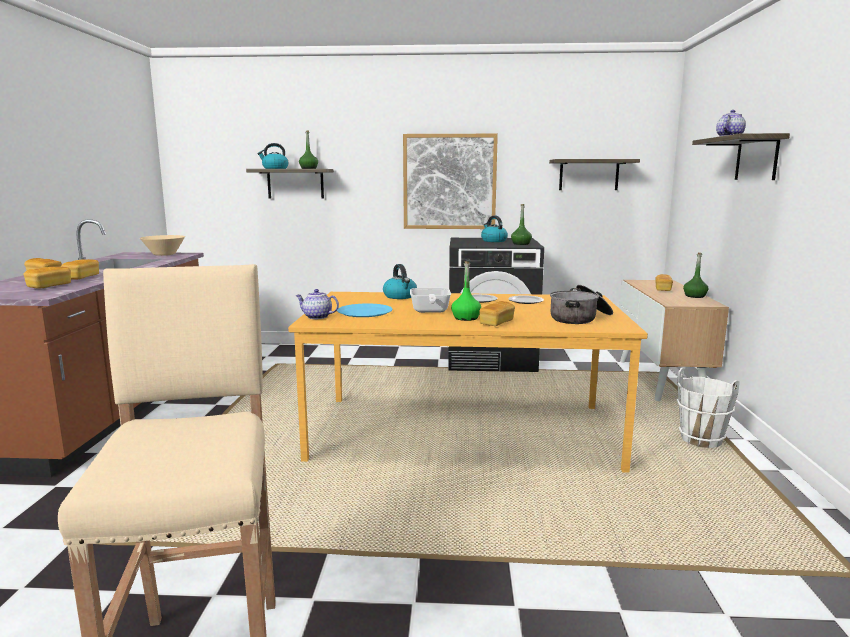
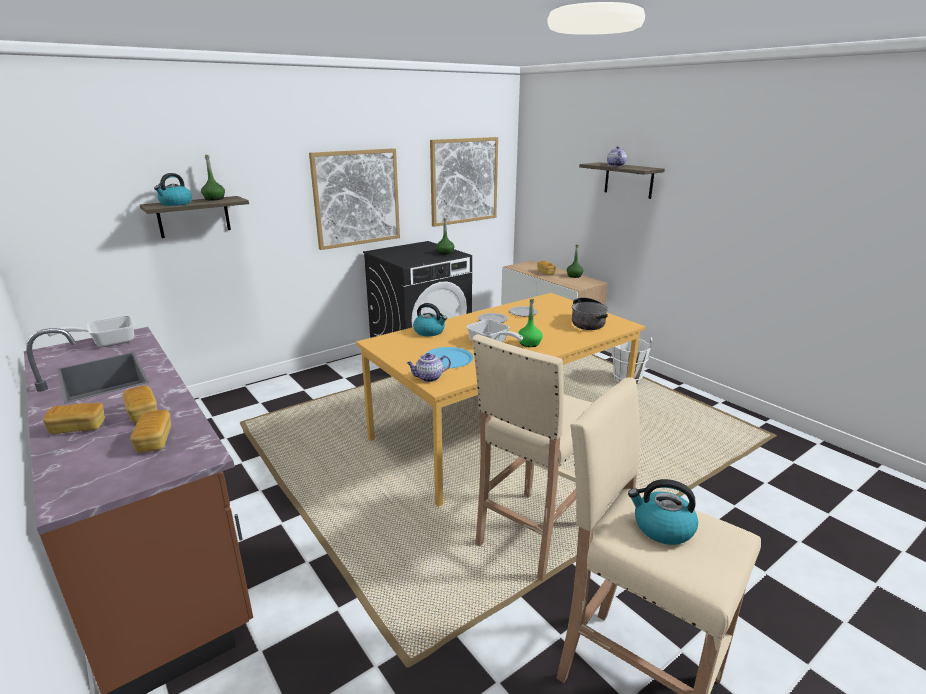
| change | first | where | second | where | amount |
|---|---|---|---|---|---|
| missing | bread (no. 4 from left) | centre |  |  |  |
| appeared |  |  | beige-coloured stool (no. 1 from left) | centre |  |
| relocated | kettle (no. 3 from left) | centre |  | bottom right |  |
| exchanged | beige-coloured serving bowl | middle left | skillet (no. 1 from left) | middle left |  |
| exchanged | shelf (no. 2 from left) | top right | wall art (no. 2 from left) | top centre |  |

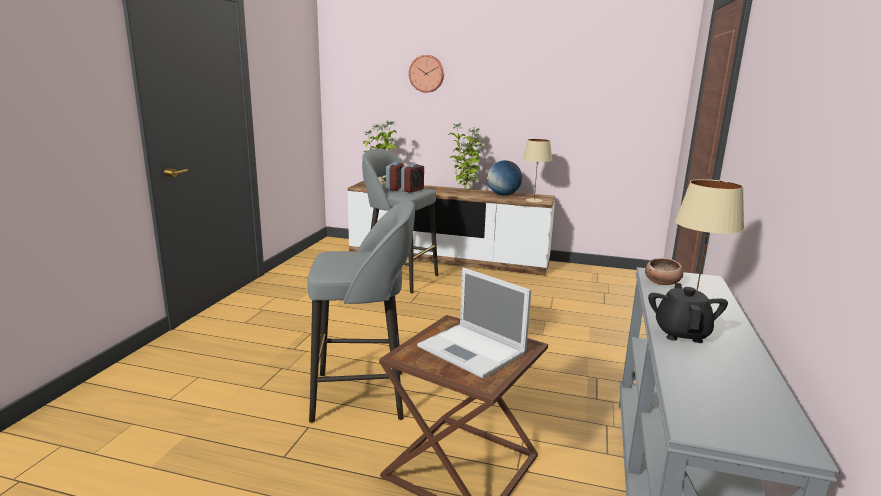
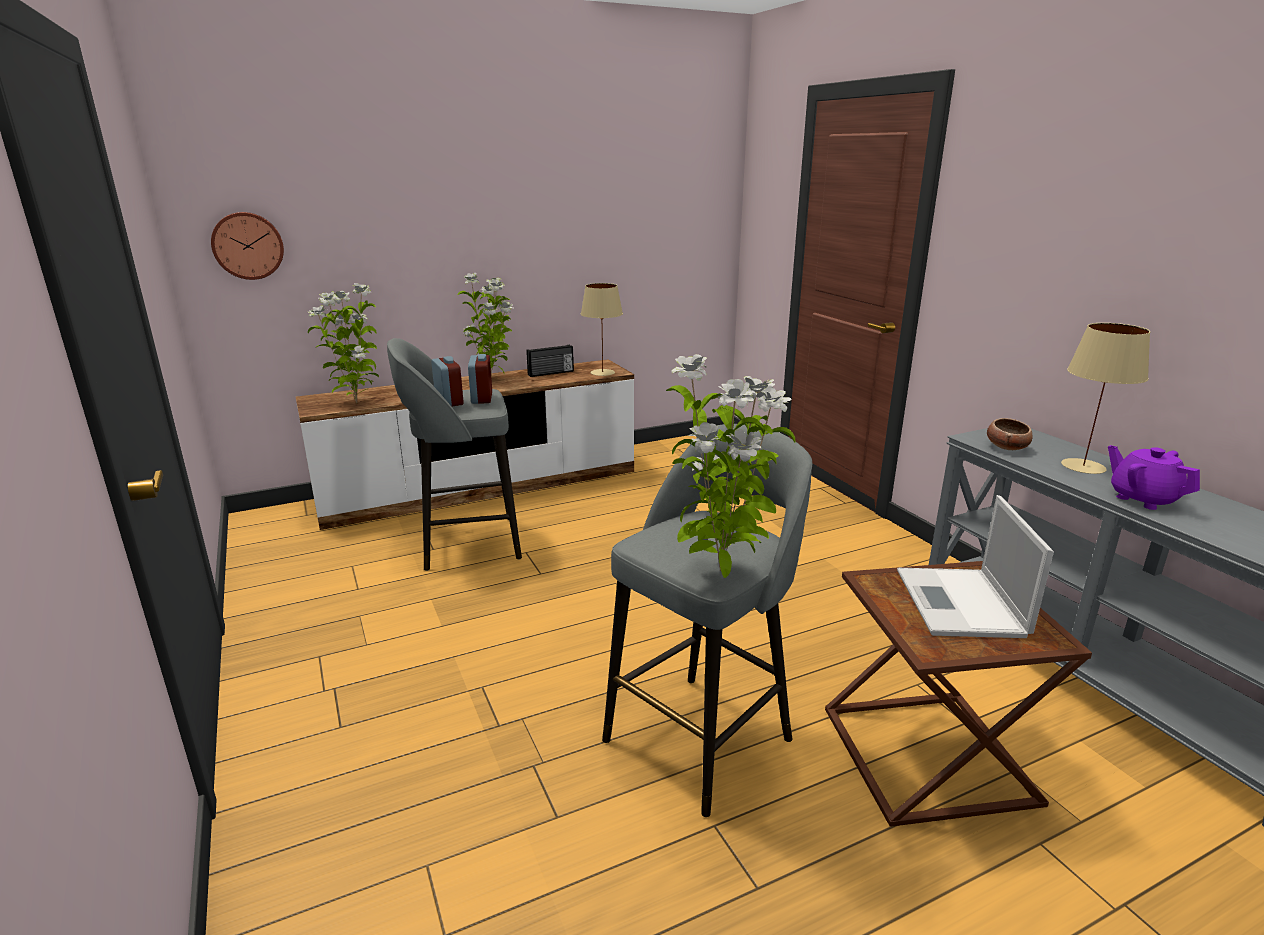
| change | first | where | second | where | amount |
|---|---|---|---|---|---|
| appeared |  |  | plant in a pot (no. 3 from left) | centre |  |
| relocated | wall clock | top centre |  | top left |  |
| exchanged | globe | centre | radio | centre |  |
| colour | black-coloured tea pot | middle right | purple tea pot | middle right |  |
| spun | notebook computer | centre |  | middle right | 90 degrees clockwise |

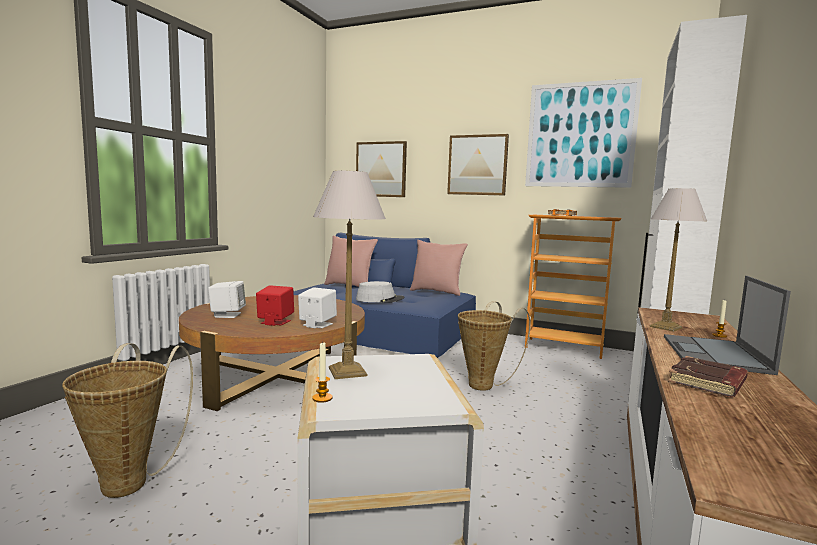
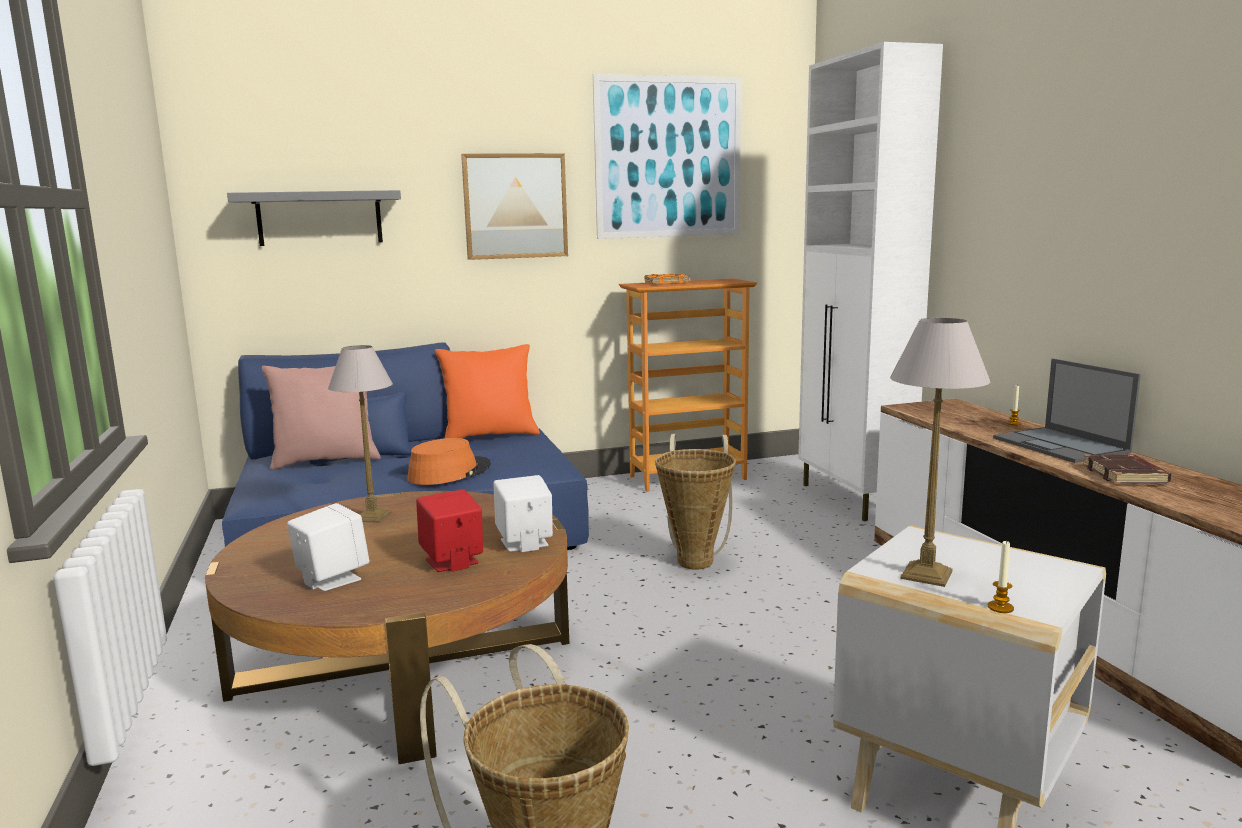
| change | first | where | second | where | amount |
|---|---|---|---|---|---|
| relocated | table lamp (no. 2 from left in the first image) | middle right | table lamp (no. 1 from left) | middle left |  |
| exchanged | wall art (no. 1 from left) | top centre | grey shelf | top left |  |
| colour | grey wearable hat | centre | orangey wearable hat | centre |  |
| colour | pink-coloured throw pillow (no. 2 from left) | centre | orangey throw pillow | centre |  |

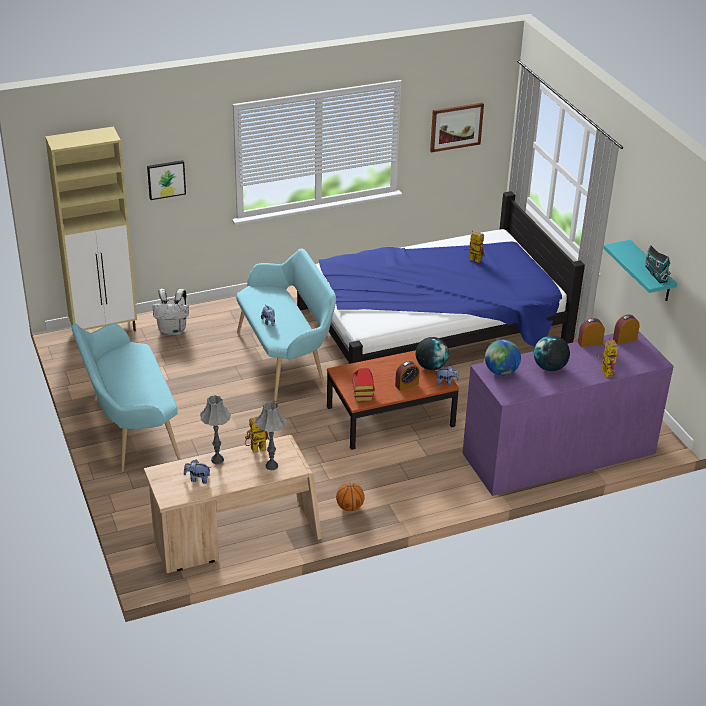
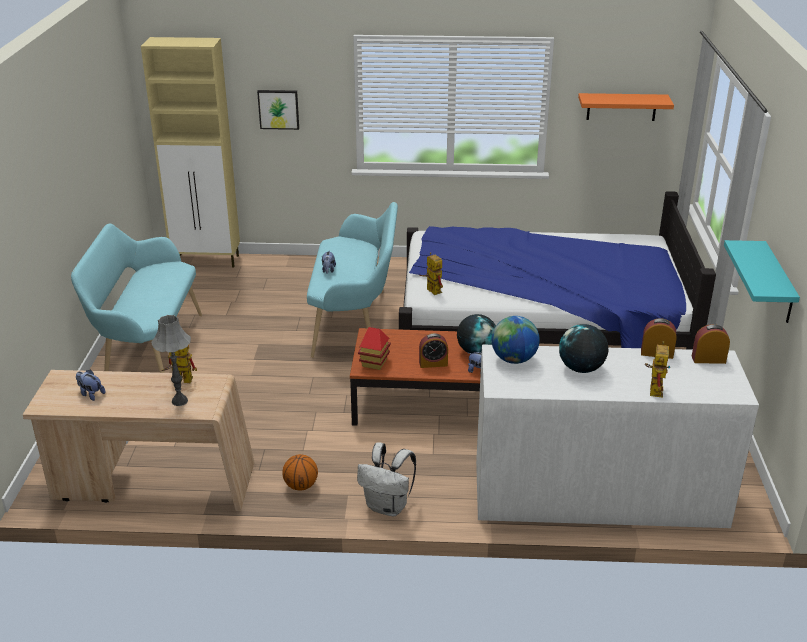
| change | first | where | second | where | amount |
|---|---|---|---|---|---|
| missing | grey table lamp (no. 1 from left) | middle left |  |  |  |
| missing | miniature house (no. 2 from left) | middle right |  |  |  |
| relocated | white-coloured knapsack | middle left |  | bottom centre |  |
| relocated | model robot (no. 2 from left) | middle right |  | centre |  |
| exchanged | wall art (no. 2 from left) | top centre | orangey shelf | top right |  |
| colour | purple chest of drawers | middle right | white-coloured chest of drawers | bottom right |  |

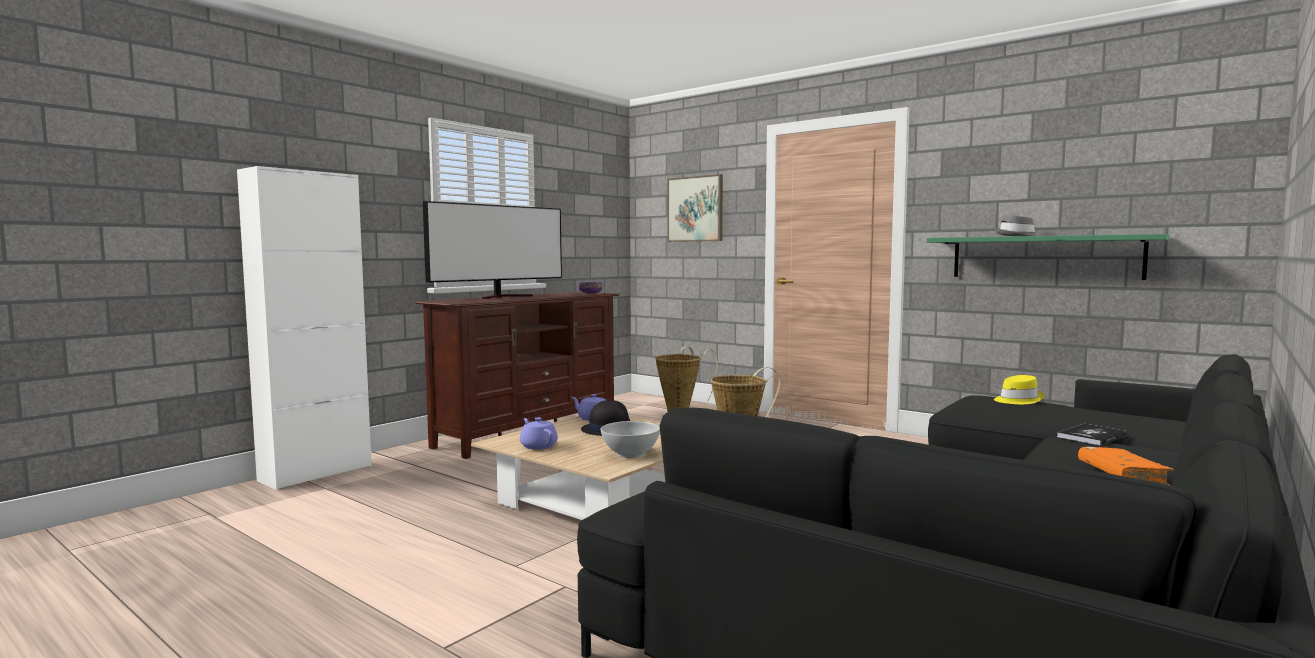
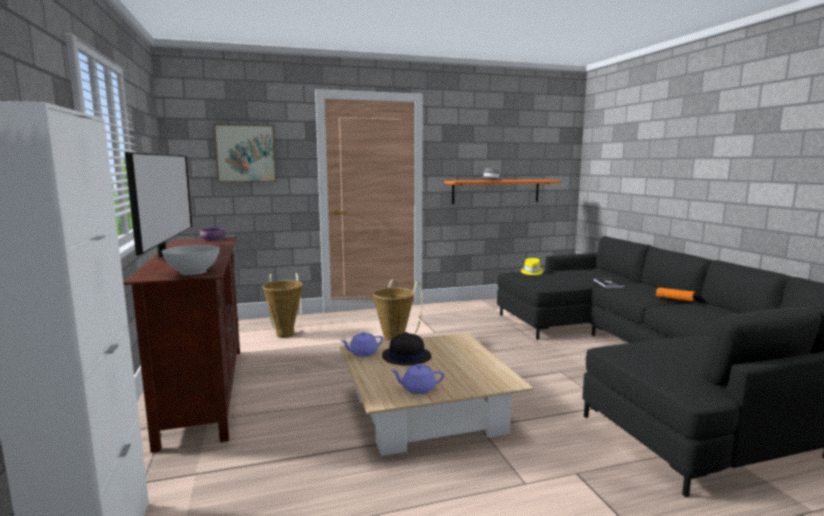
| change | first | where | second | where | amount |
|---|---|---|---|---|---|
| relocated | white-coloured serving bowl | bottom centre |  | middle left |  |
| colour | green-coloured shelf | middle right | orangey shelf | centre |  |

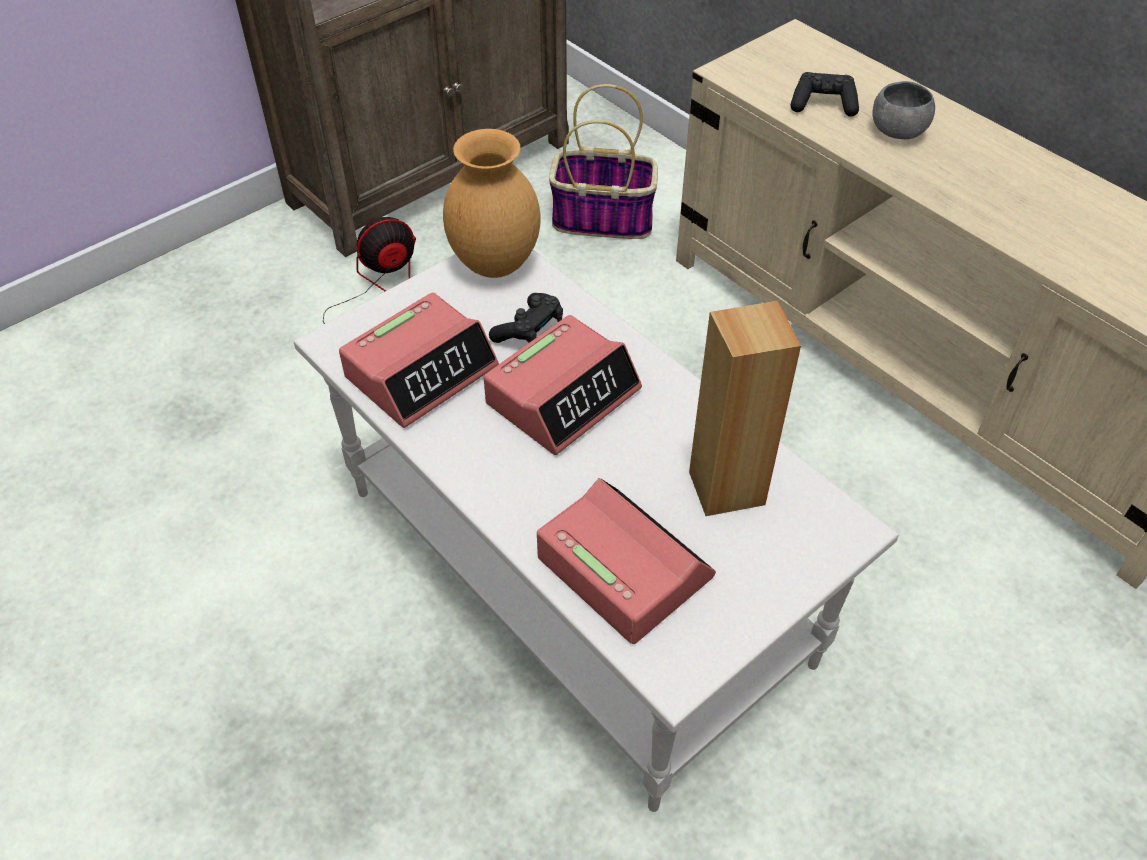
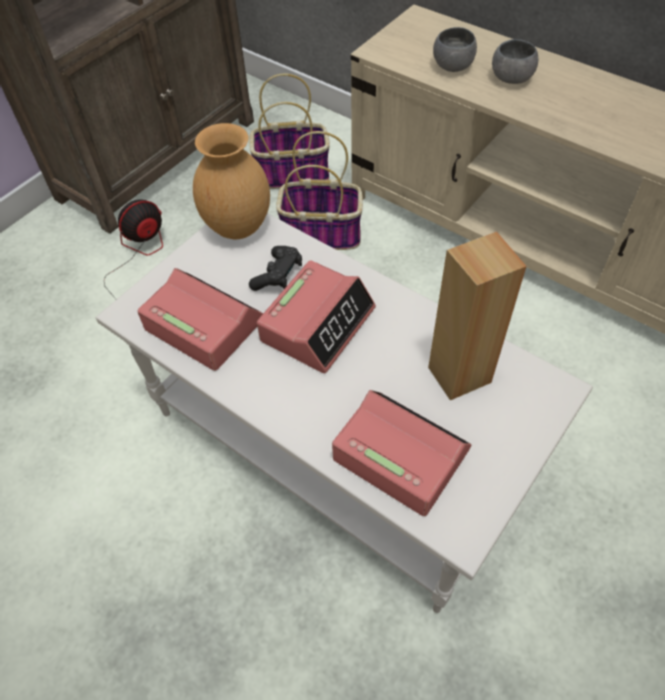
| change | first | where | second | where | amount |
|---|---|---|---|---|---|
| appeared |  |  | storage basket (no. 2 from left) | top centre |  |
| exchanged | black-coloured gamepad (no. 2 from left) | top right | grey serving bowl (no. 1 from left) | top right |  |
| spun | table clock (no. 1 from left) | centre |  | middle left | 90 degrees counterclockwise |

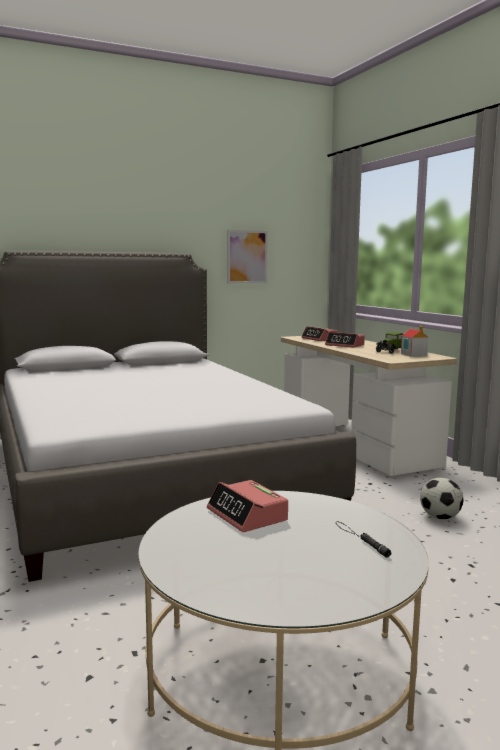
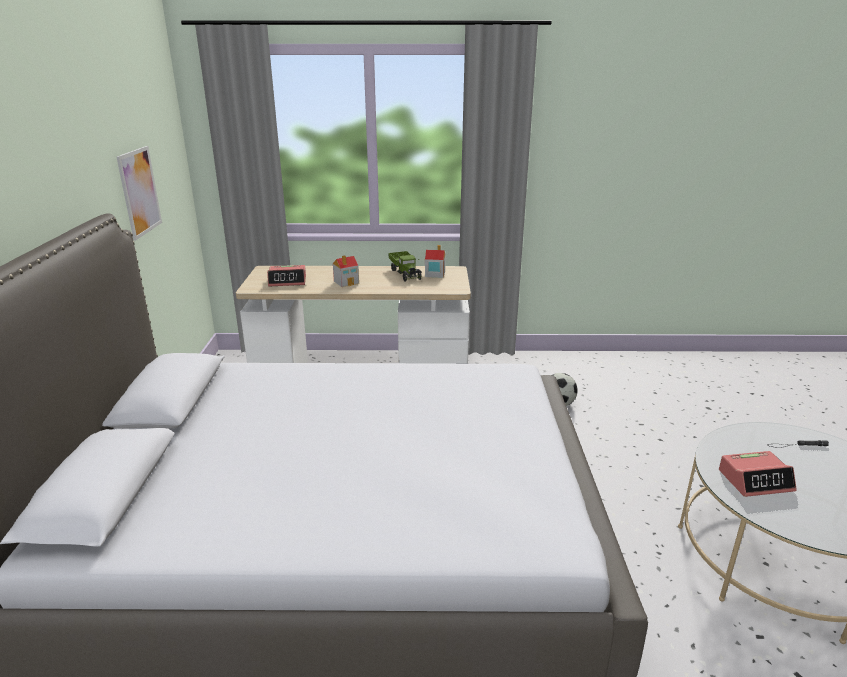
| change | first | where | second | where | amount |
|---|---|---|---|---|---|
| exchanged | table clock (no. 3 from left) | middle right | miniature house (no. 1 from left) | centre |  |

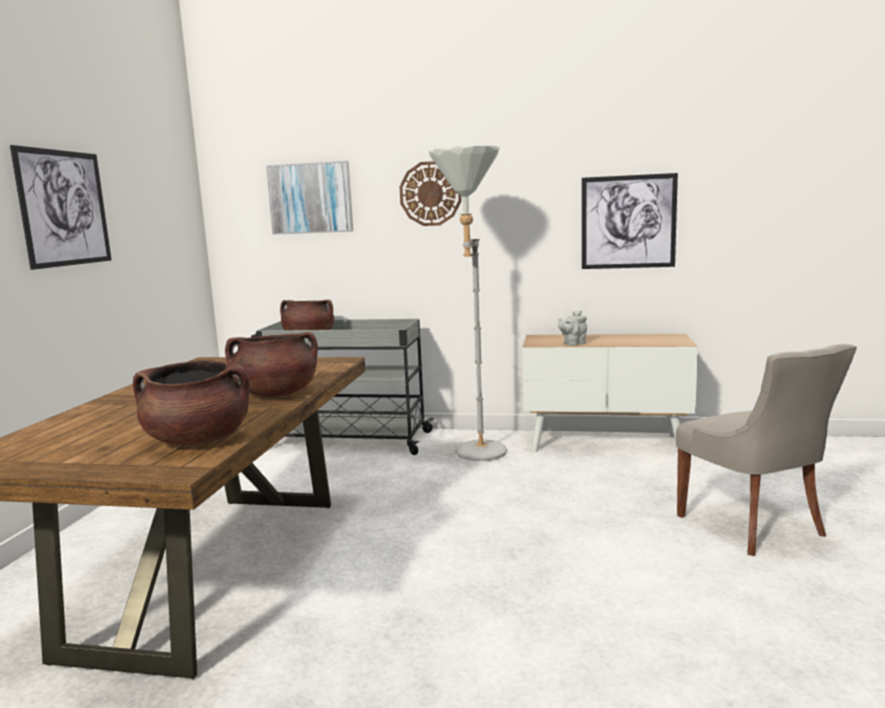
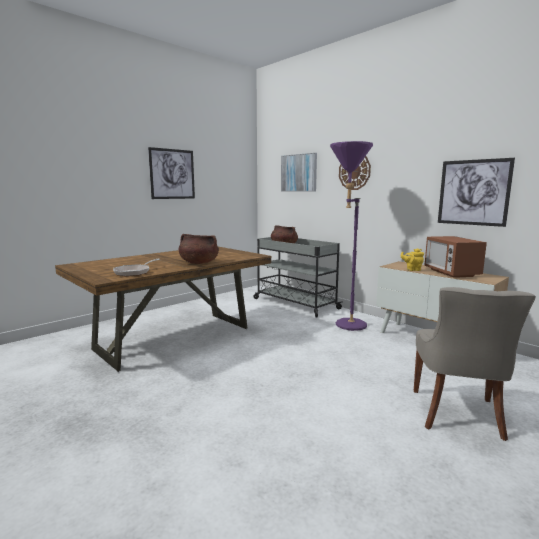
| change | first | where | second | where | amount |
|---|---|---|---|---|---|
| appeared |  |  | kitchen microwave | middle right |  |
| exchanged | brown stockpot (no. 1 from left) | middle left | skillet | middle left |  |
| colour | grey standing lamp | centre | purple standing lamp | centre |  |
| colour | grey tea pot | centre | yellow tea pot | middle right |  |

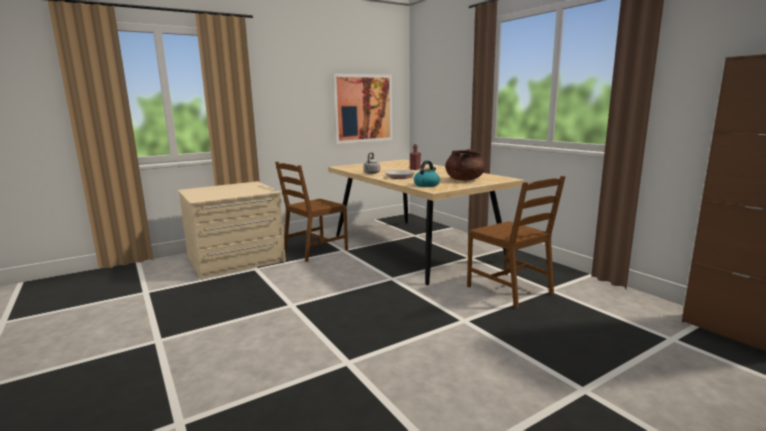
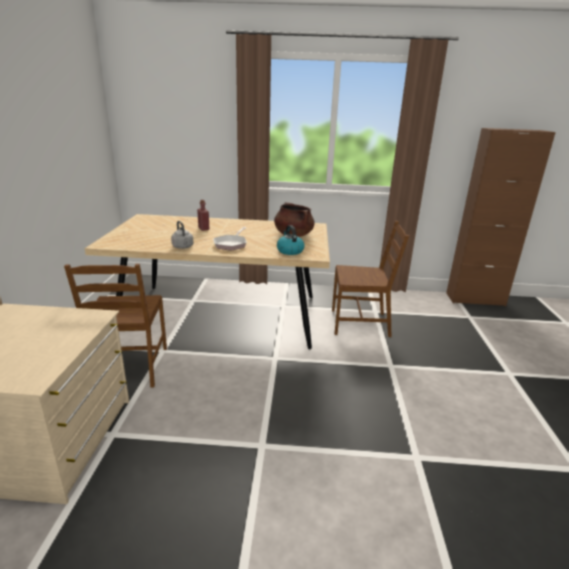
| change | first | where | second | where | amount |
|---|---|---|---|---|---|
| missing | wall art | top centre |  |  |  |

